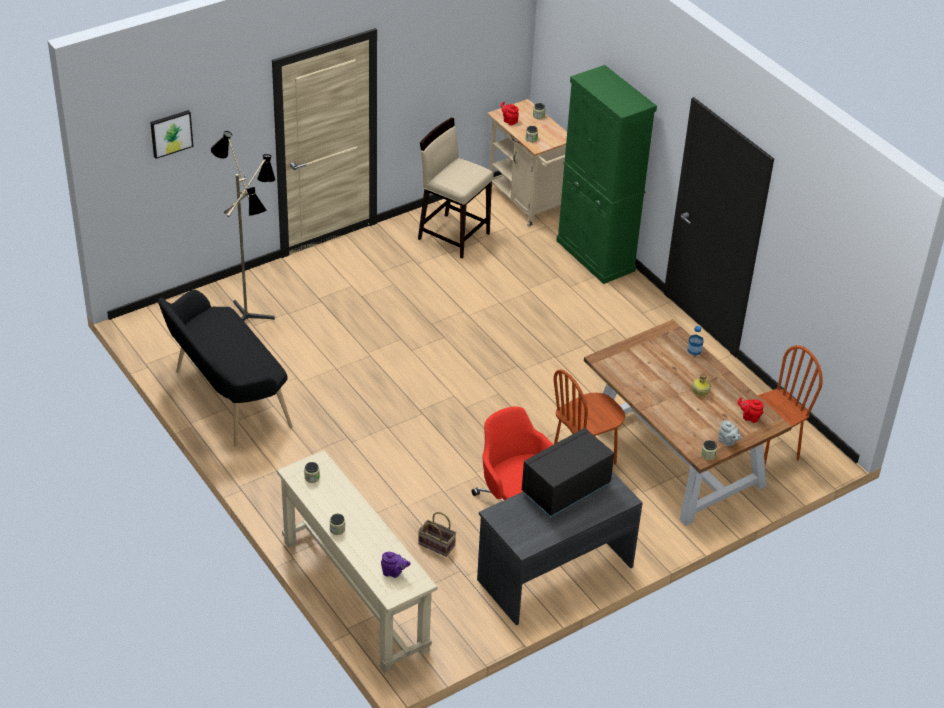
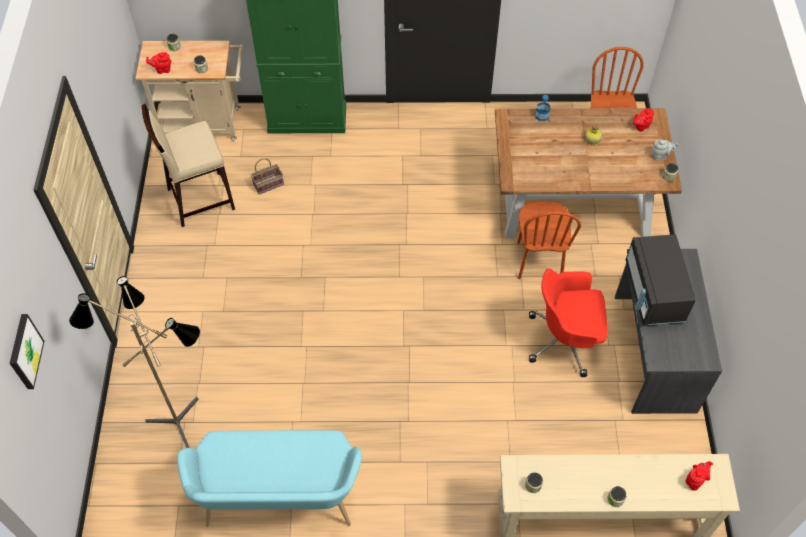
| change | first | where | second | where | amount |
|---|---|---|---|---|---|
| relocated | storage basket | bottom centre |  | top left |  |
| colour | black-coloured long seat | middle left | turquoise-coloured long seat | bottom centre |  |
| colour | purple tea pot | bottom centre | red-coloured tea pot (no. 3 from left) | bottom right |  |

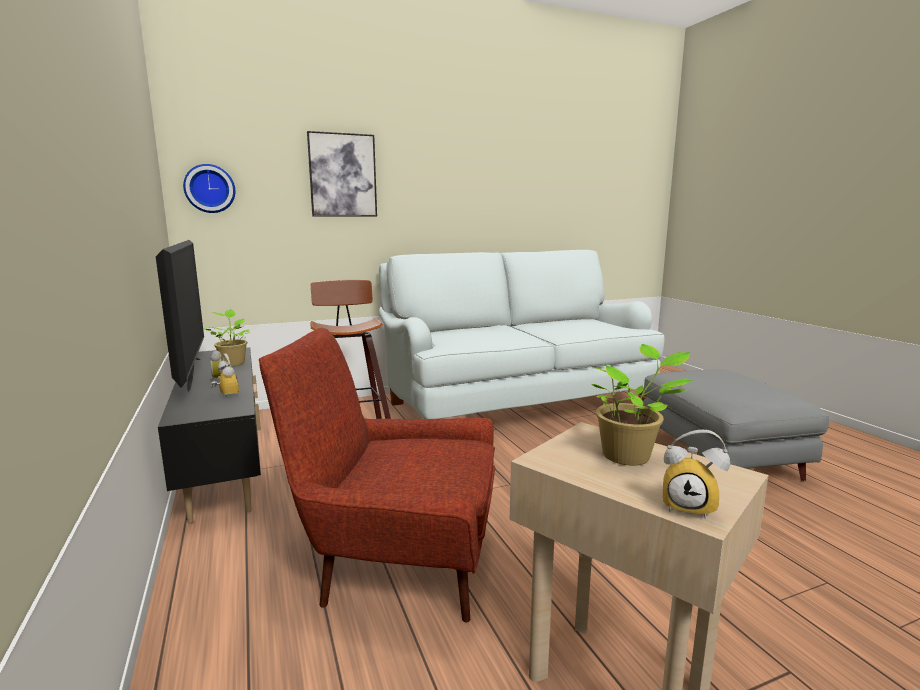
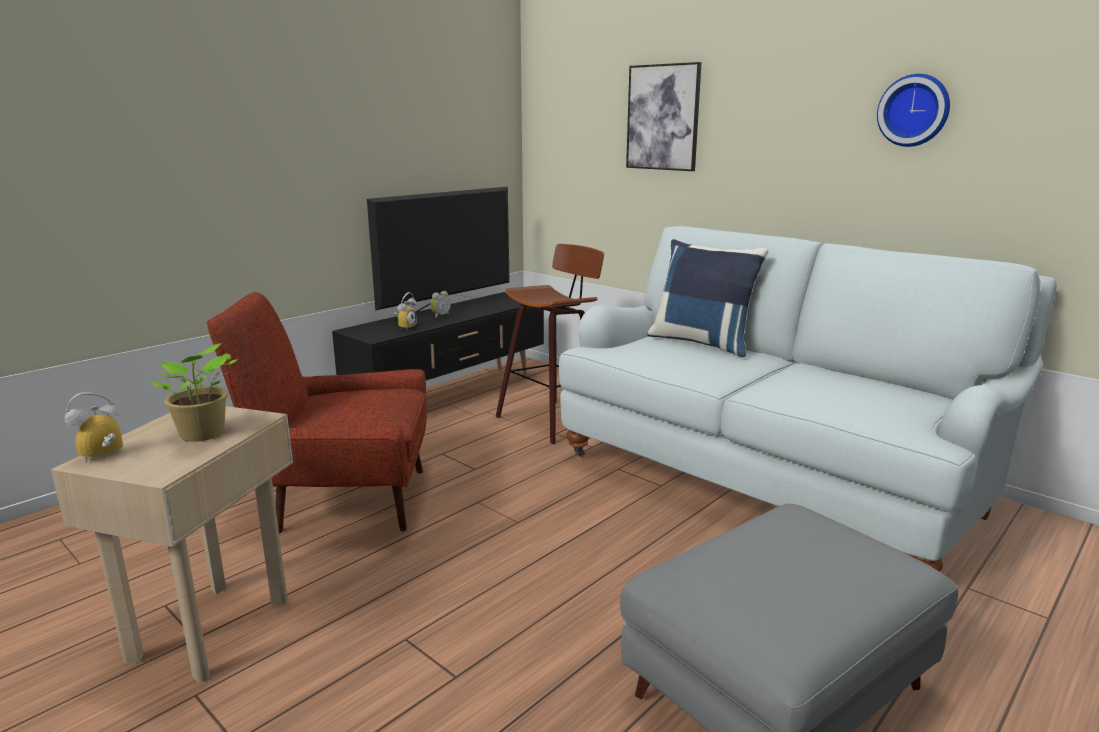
| change | first | where | second | where | amount |
|---|---|---|---|---|---|
| missing | plant in a pot (no. 1 from left) | middle left |  |  |  |
| appeared |  |  | blue-coloured throw pillow | centre |  |
| relocated | wall clock | top left |  | top right |  |
| spun | red-coloured lounge chair | bottom centre |  | middle left | 75 degrees counterclockwise |
| spun | table clock (no. 3 from left in the first image) | bottom right | table clock (no. 1 from left) | middle left | 45 degrees clockwise |

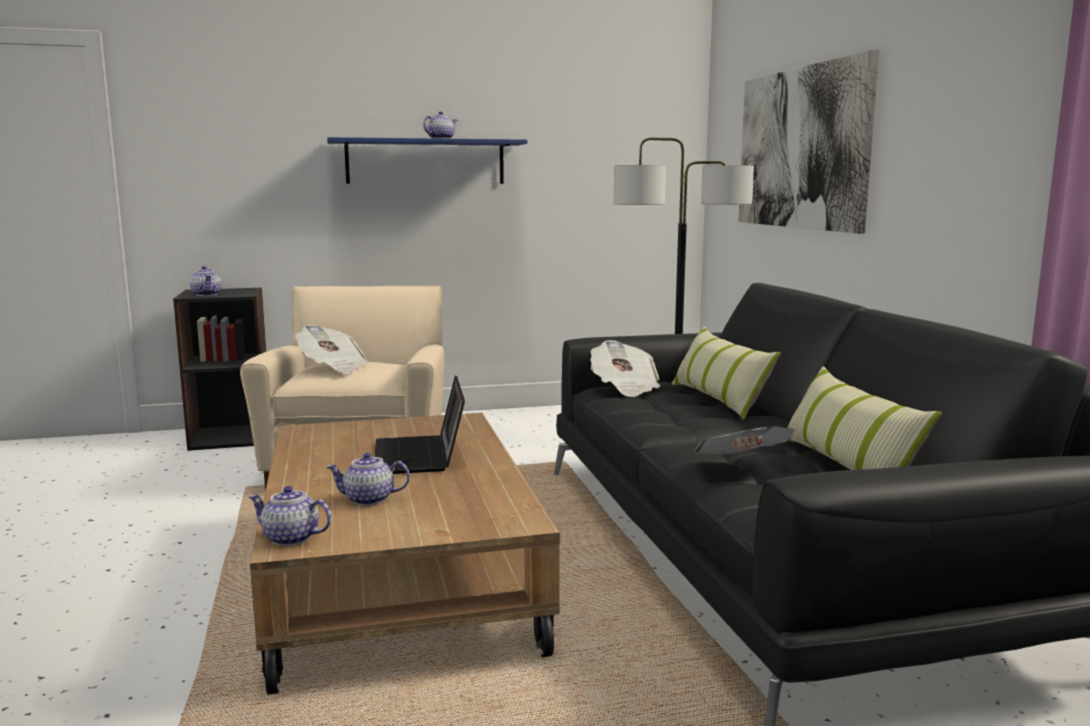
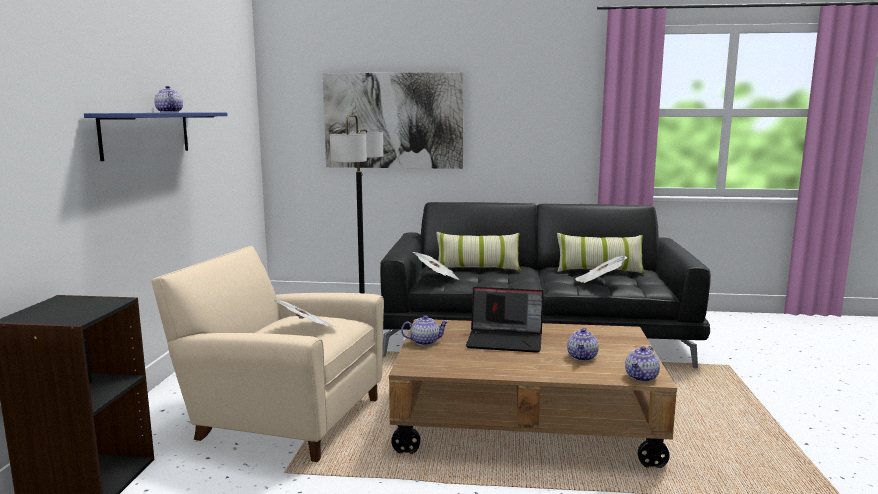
| change | first | where | second | where | amount |
|---|---|---|---|---|---|
| relocated | tea pot (no. 1 from left in the first image) | middle left | tea pot (no. 2 from left) | bottom centre |  |

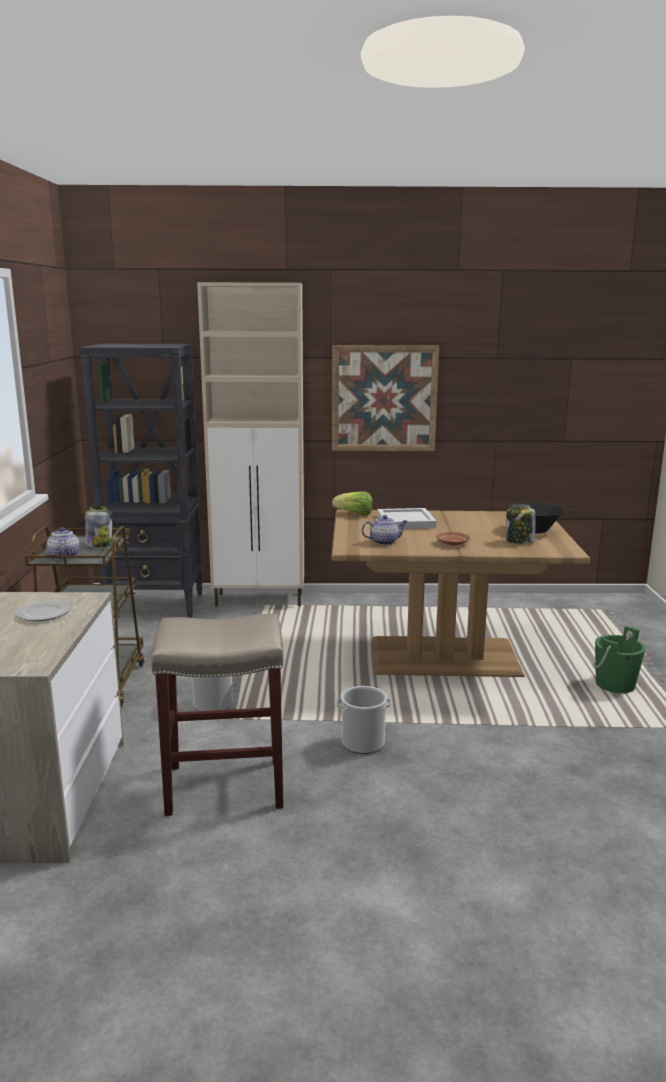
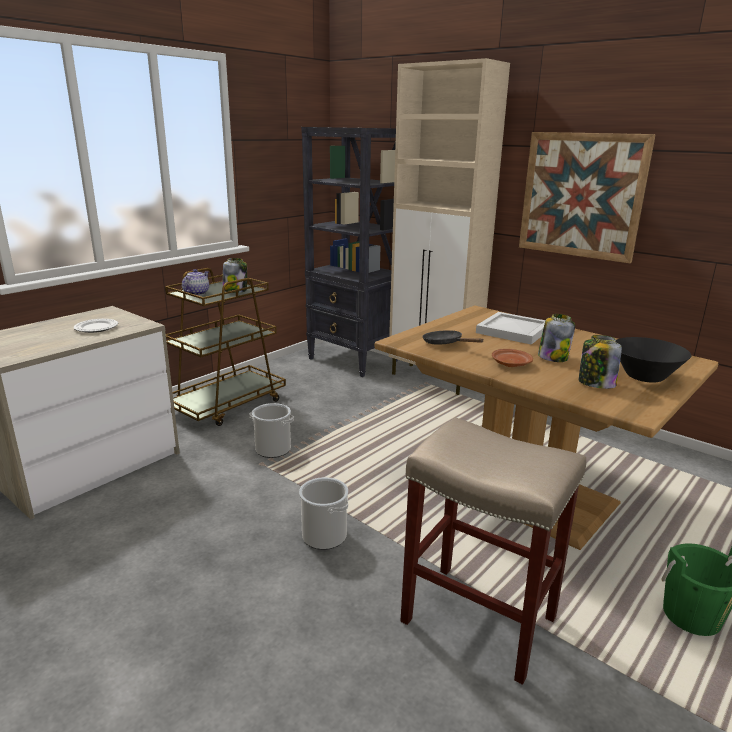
| change | first | where | second | where | amount |
|---|---|---|---|---|---|
| missing | head of lettuce | centre |  |  |  |
| appeared |  |  | jar (no. 2 from left) | middle right |  |
| relocated | beige-coloured stool | middle left |  | bottom right |  |
| exchanged | tea pot (no. 2 from left) | centre | black-coloured skillet | centre |  |

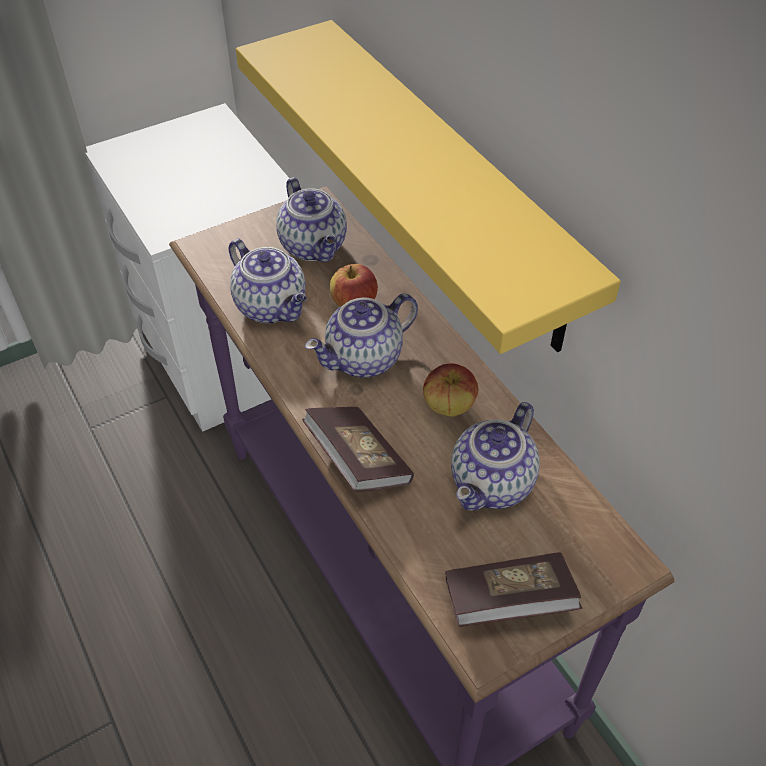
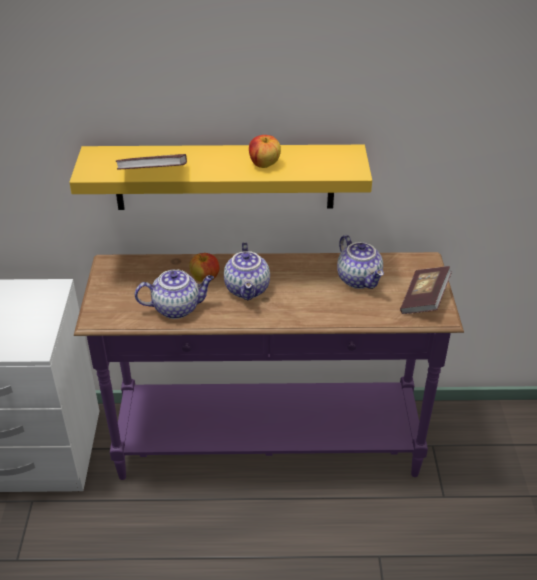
| change | first | where | second | where | amount |
|---|---|---|---|---|---|
| missing | tea pot (no. 2 from left) | top centre |  |  |  |
| relocated | book (no. 1 from left) | centre |  | top left |  |
| relocated | apple (no. 2 from left) | centre |  | top centre |  |

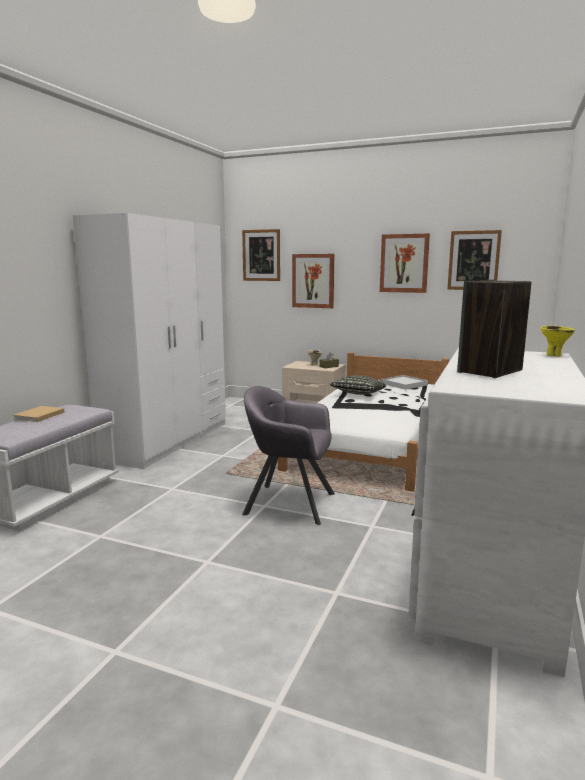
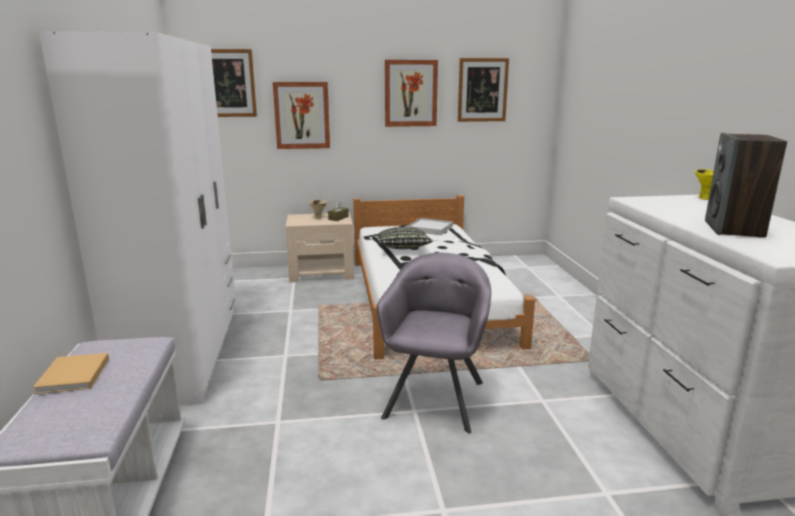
| change | first | where | second | where | amount |
|---|---|---|---|---|---|
| spun | grey lounge chair | centre |  | centre | 120 degrees clockwise |

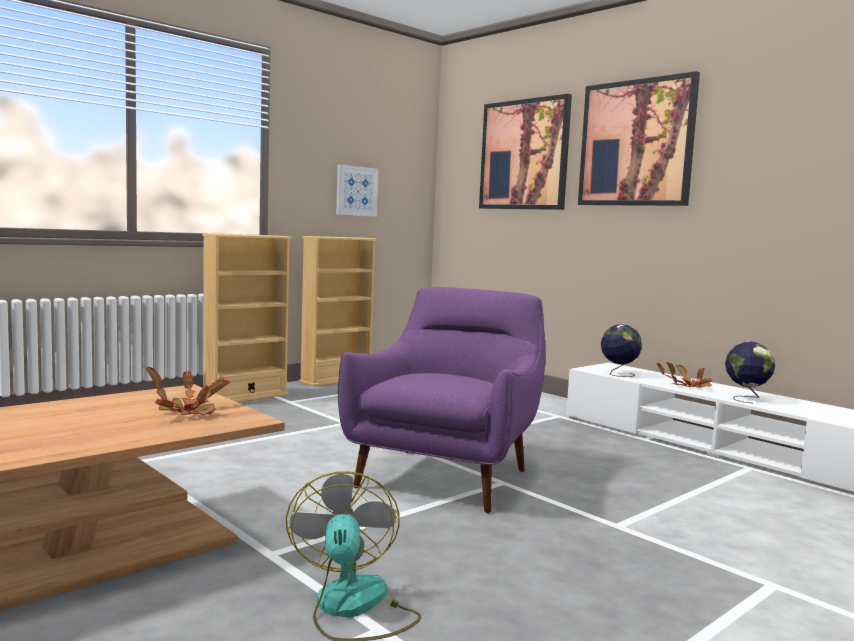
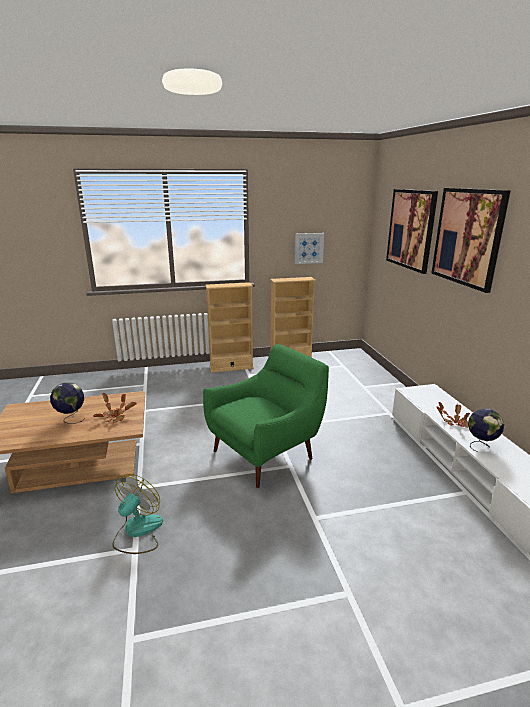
| change | first | where | second | where | amount |
|---|---|---|---|---|---|
| relocated | globe (no. 1 from left) | middle right |  | middle left |  |
| colour | purple lounge chair | centre | green-coloured lounge chair | centre |  |

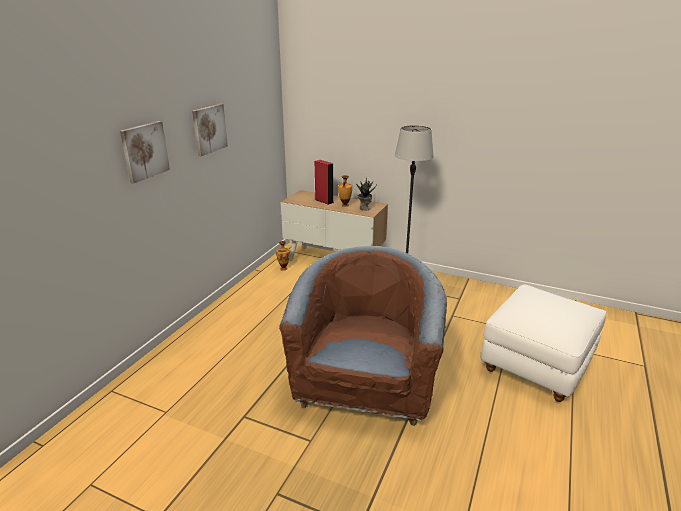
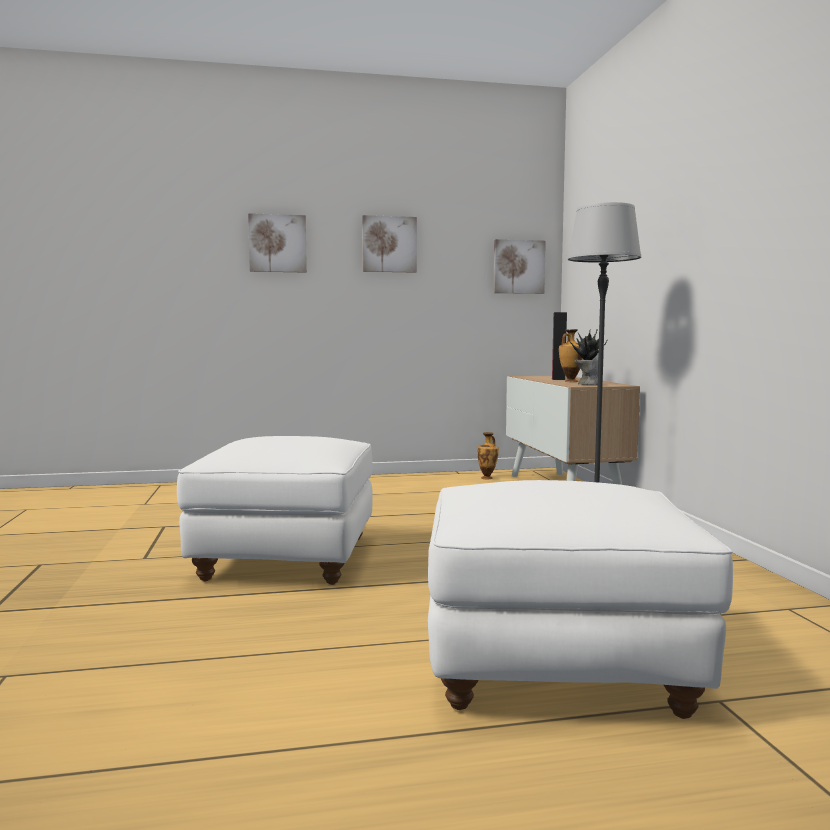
| change | first | where | second | where | amount |
|---|---|---|---|---|---|
| appeared |  |  | wall art (no. 3 from left) | top centre |  |
| exchanged | brown lounge chair | centre | white-coloured footrest (no. 1 from left) | middle left |  |

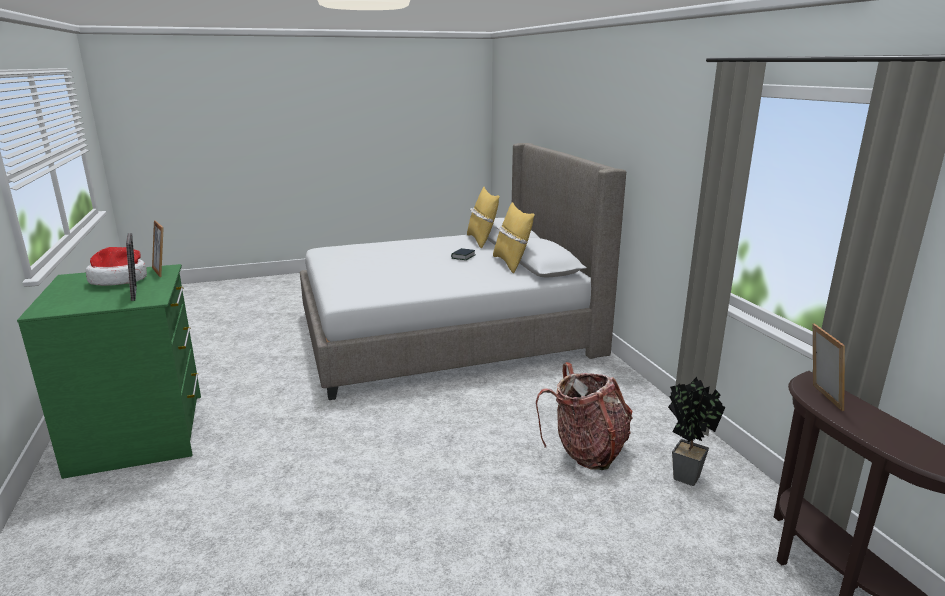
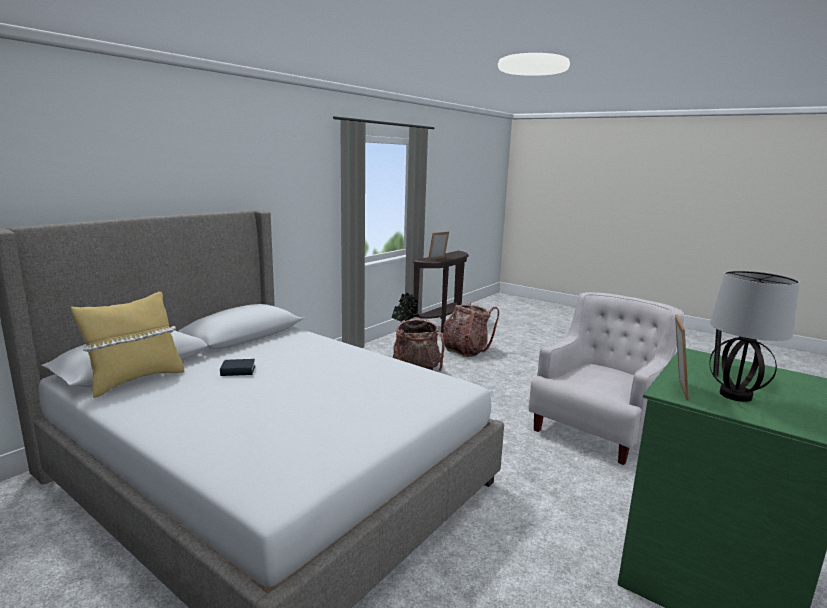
| change | first | where | second | where | amount |
|---|---|---|---|---|---|
| missing | yellow throw pillow (no. 2 from left) | centre |  |  |  |
| appeared |  |  | knapsack (no. 2 from left) | centre |  |
| appeared |  |  | white-coloured lounge chair | middle right |  |
| exchanged | wearable hat | middle left | table lamp | middle right |  |

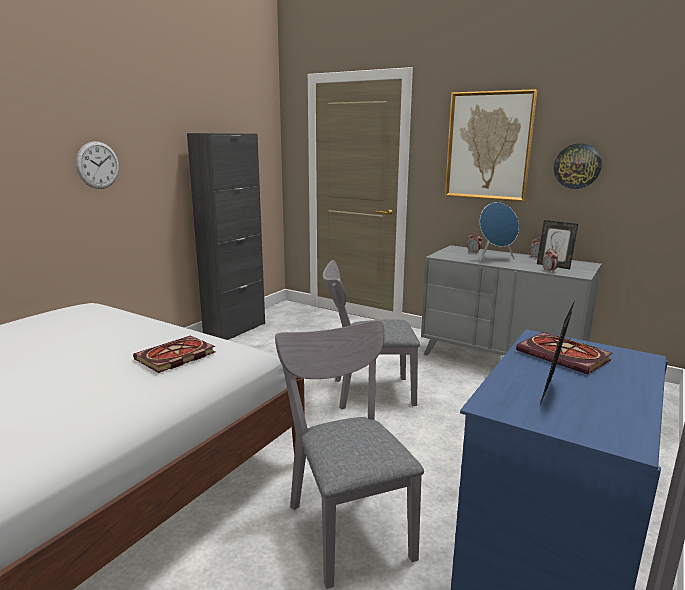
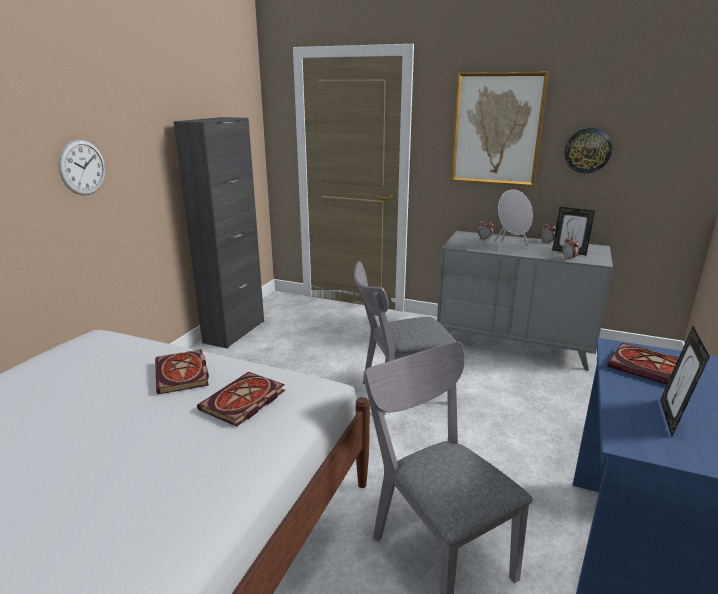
| change | first | where | second | where | amount |
|---|---|---|---|---|---|
| appeared |  |  | book (no. 1 from left) | middle left |  |
| colour | blue-coloured audio speaker | middle right | grey audio speaker | middle right |  |

